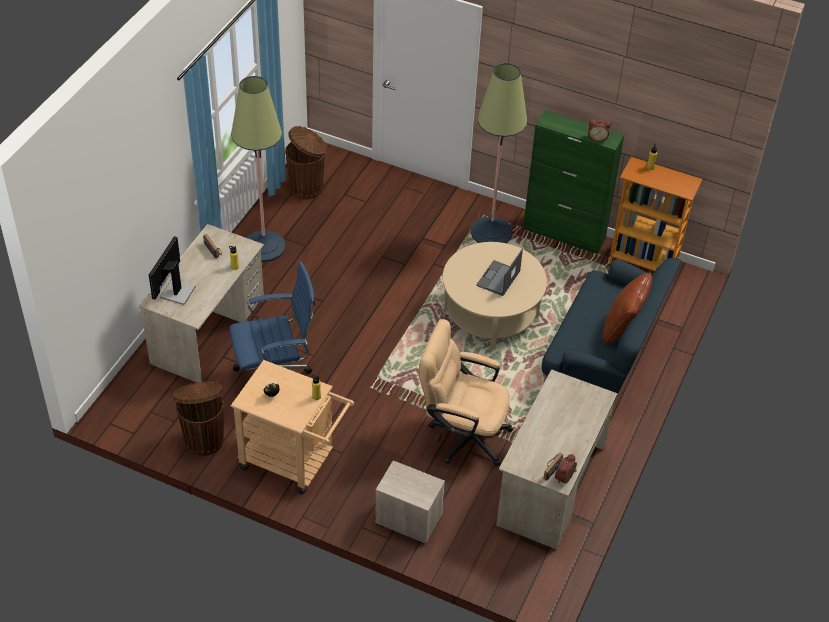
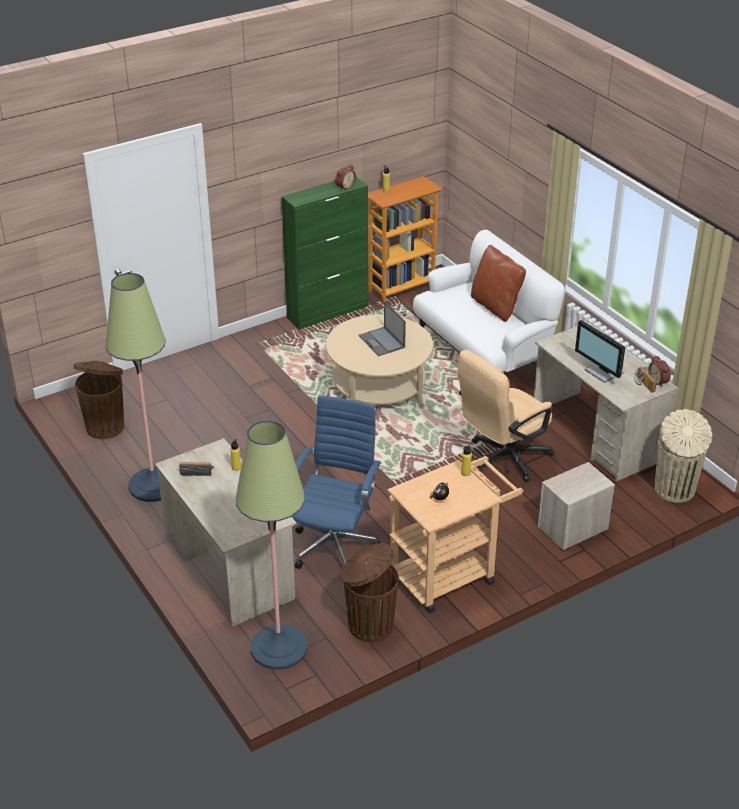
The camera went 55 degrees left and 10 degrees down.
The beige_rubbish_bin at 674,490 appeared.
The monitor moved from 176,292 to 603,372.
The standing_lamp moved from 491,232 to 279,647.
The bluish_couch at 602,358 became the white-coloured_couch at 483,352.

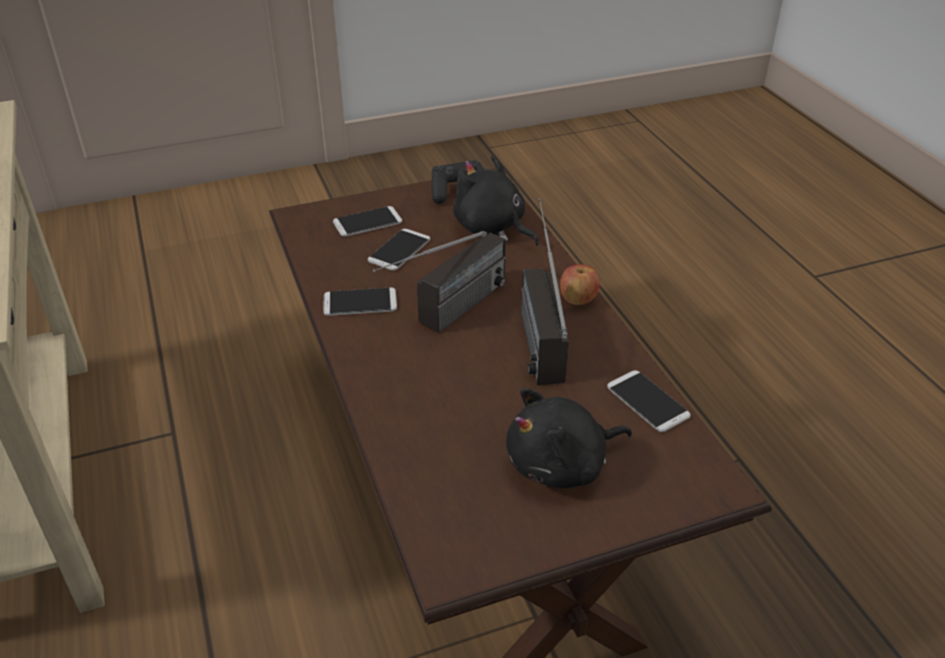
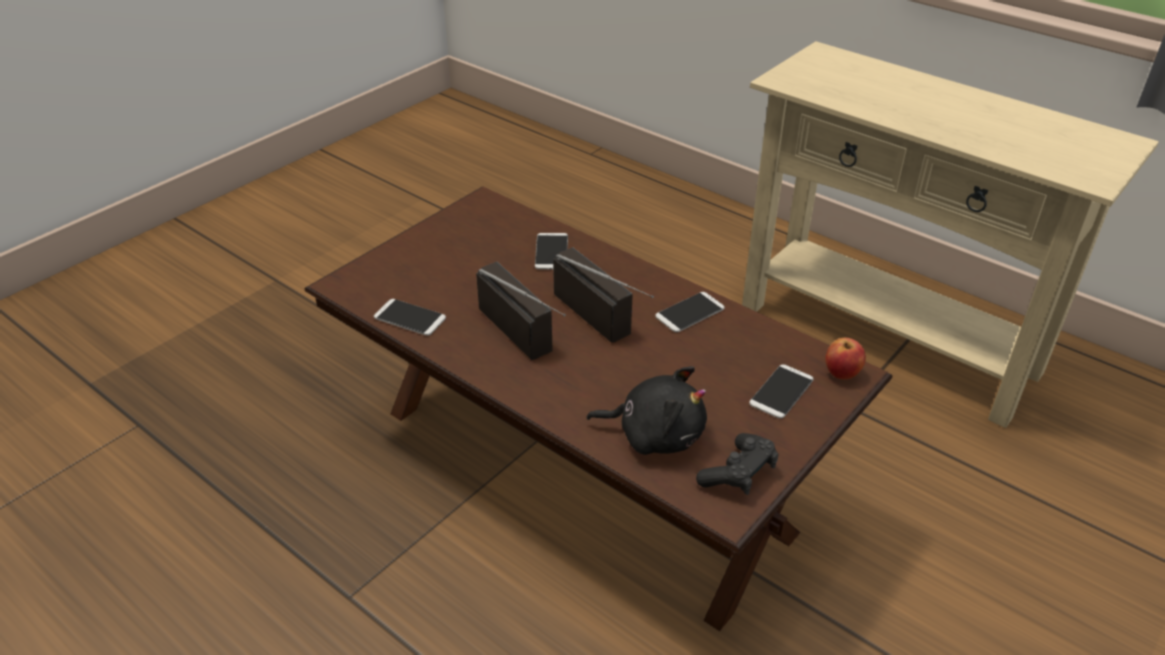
The camera went 150 degrees right and 0 degrees up.
The blackish_plush_toy at 561,465 disappeared.
The telephone moved from 399,250 to 551,252.
The whole_apple moved from 578,300 to 842,373.
The radio_set at 446,317 turned 135 degrees clockwise.

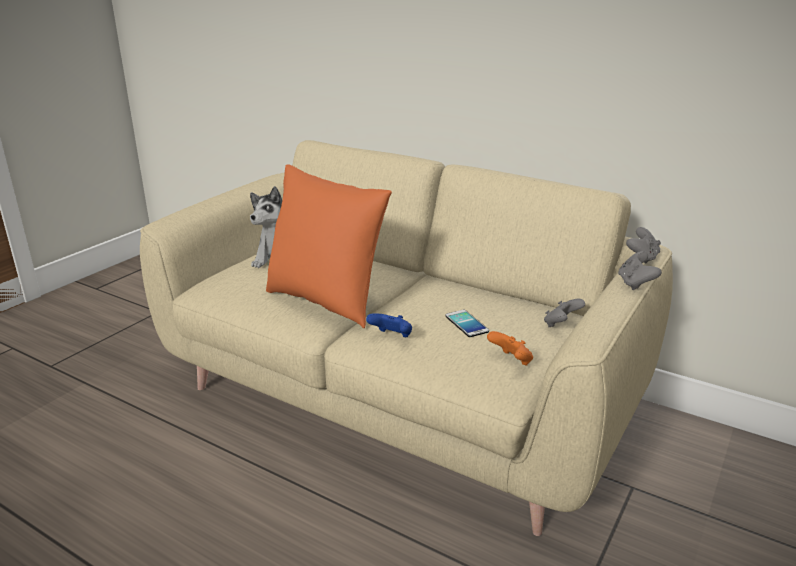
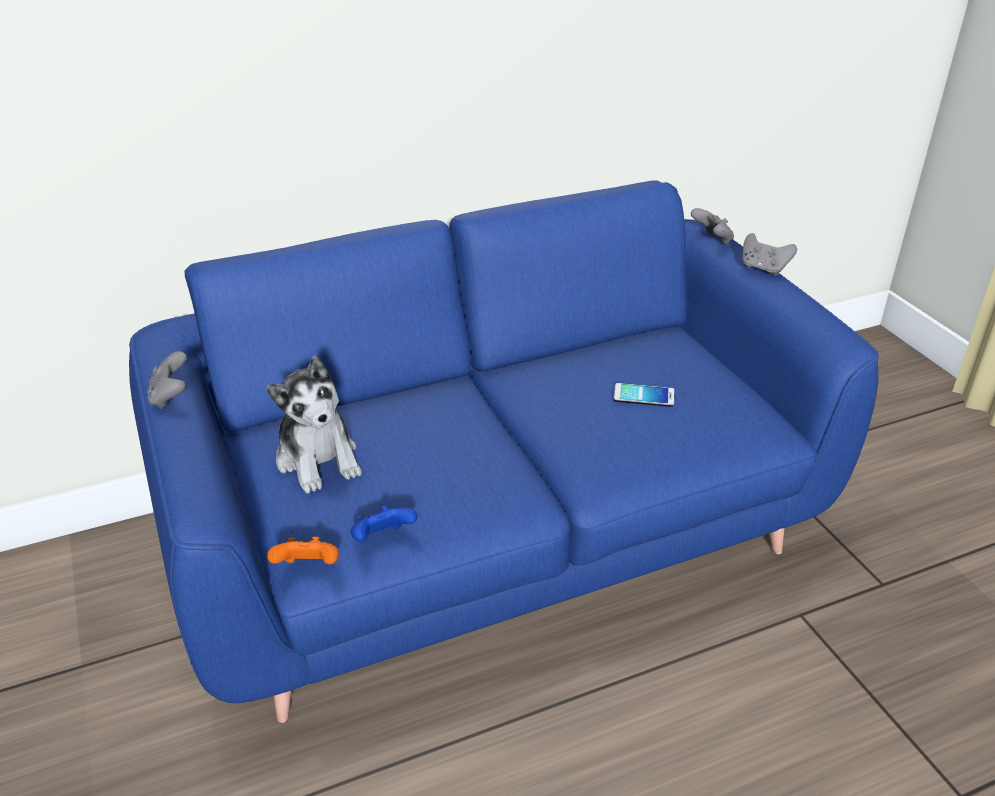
The camera went 55 degrees left and 10 degrees up.
The orange-coloured_throw_pillow at 326,301 disappeared.
The bluish_game_controller moved from 391,337 to 382,539.
The orange-coloured_game_controller moved from 511,361 to 308,568.
The greyish_game_controller moved from 561,324 to 171,397.
The beige_couch at 398,399 became the bluish_couch at 497,539.

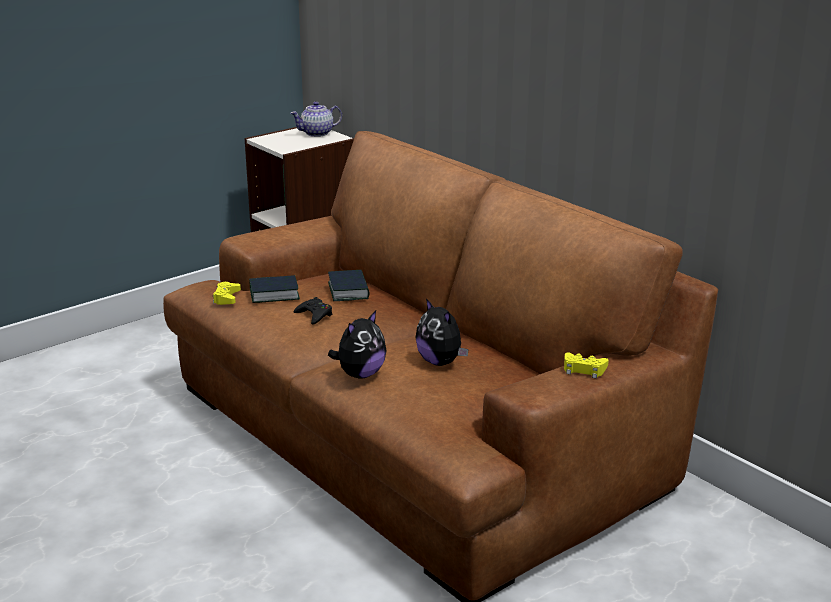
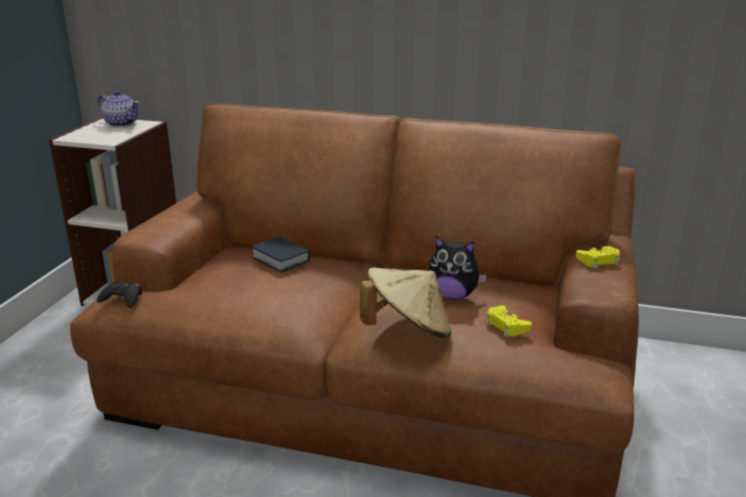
The camera went 35 degrees left and 0 degrees up.
The volume at 274,294 disappeared.
The yellow_game_controller moved from 226,298 to 506,326.
The blackish_game_controller moved from 314,315 to 122,298.
The plush_toy at 360,374 was replaced by the beige_hat at 408,330.
The tea_pot at 317,133 turned 90 degrees counterclockwise.

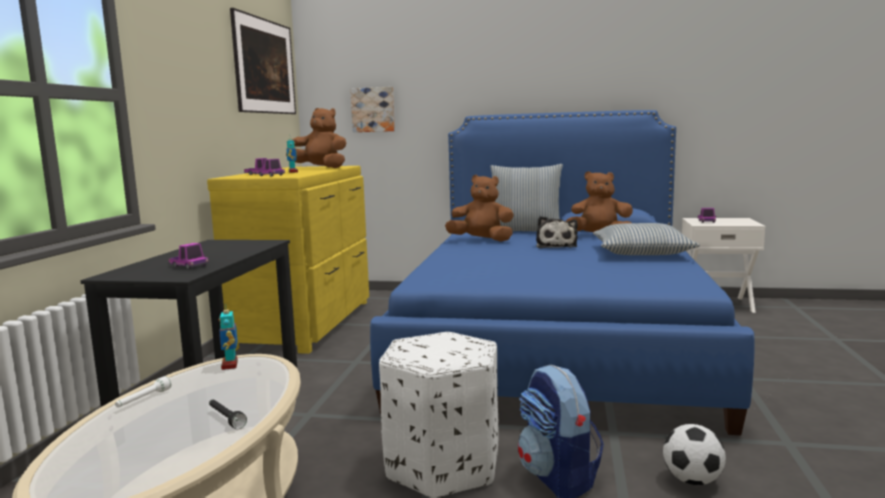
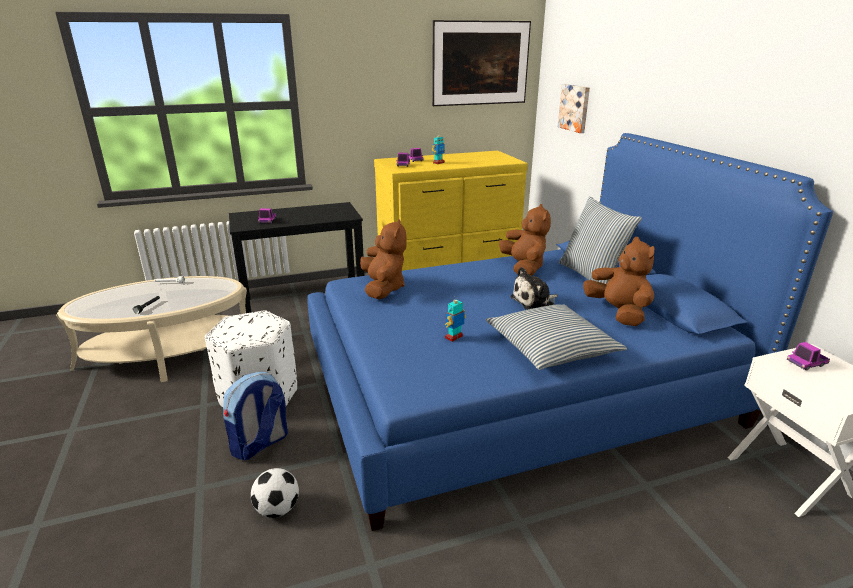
The camera went 60 degrees right and 15 degrees up.
The toy_robot moved from 230,365 to 454,337.
The brown_plush_toy moved from 320,168 to 383,288.

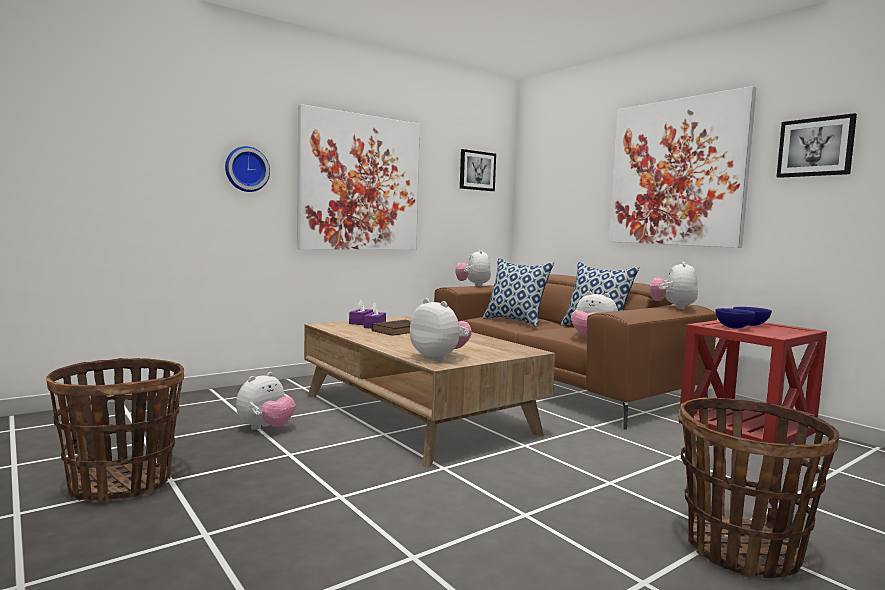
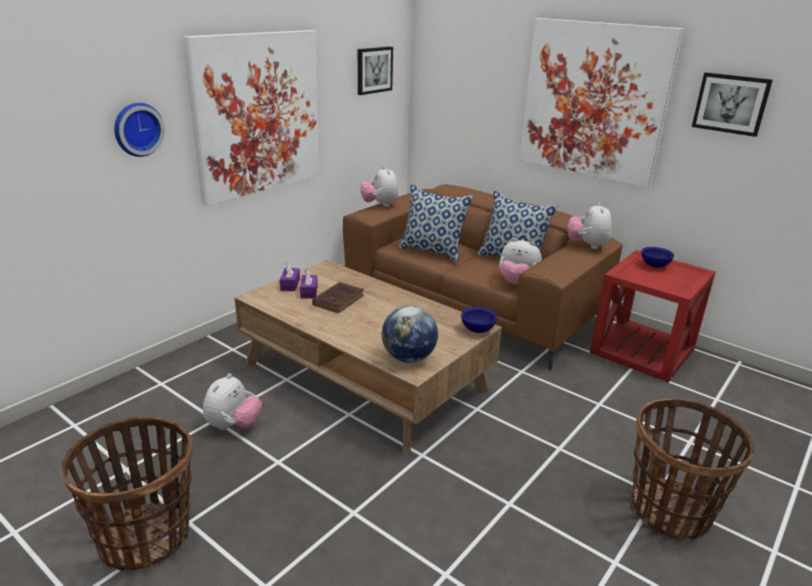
The camera went 15 degrees left and 20 degrees up.
The bluish_bowl moved from 733,327 to 477,330.
The plush_toy at 439,358 was replaced by the globe at 408,358.

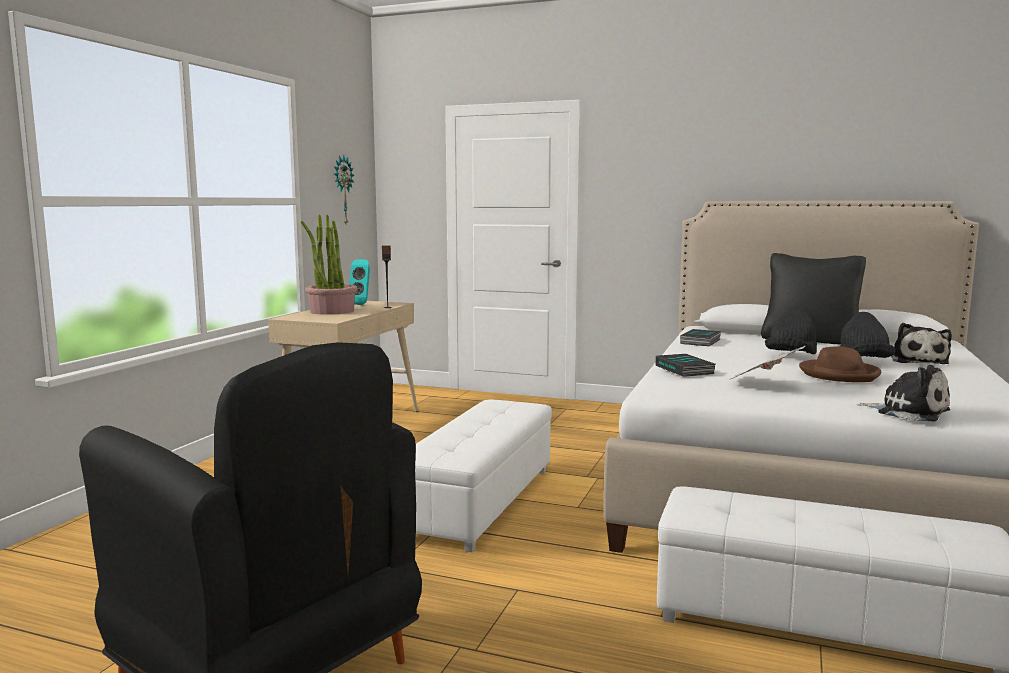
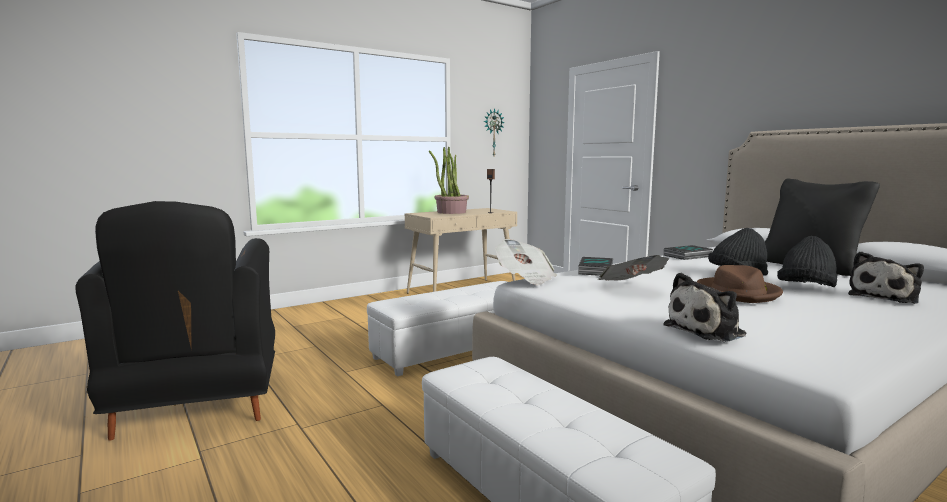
The camera went 35 degrees right and 0 degrees up.
The blue-green_loudspeaker at 362,304 disappeared.
The newspaper at 525,278 appeared.
The plush_toy at 908,412 turned 75 degrees clockwise.

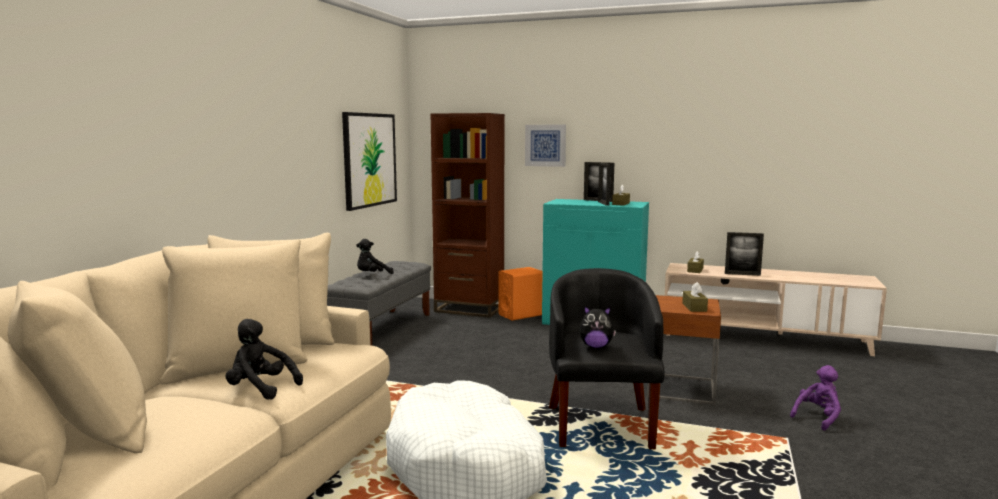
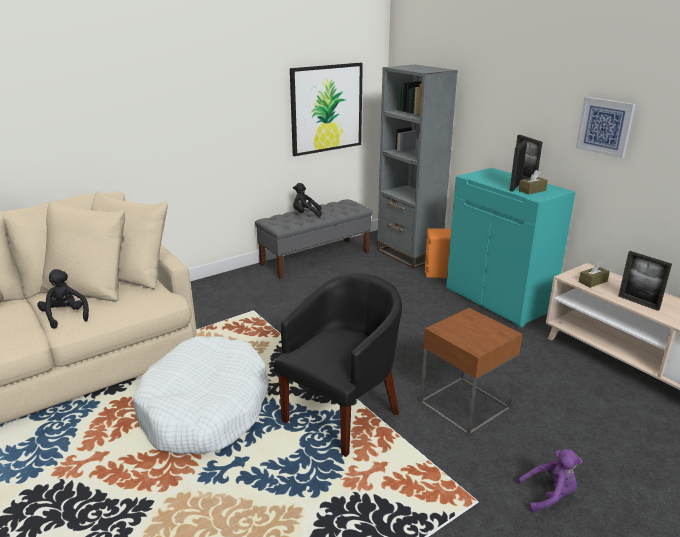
The camera went 35 degrees right and 15 degrees up.
The plush_toy at 596,346 disappeared.
The brown_tissue_holder at 694,307 disappeared.
The wall_picture moved from 545,145 to 605,126.
The brown_bookcase at 469,309 became the greyish_bookcase at 408,254.

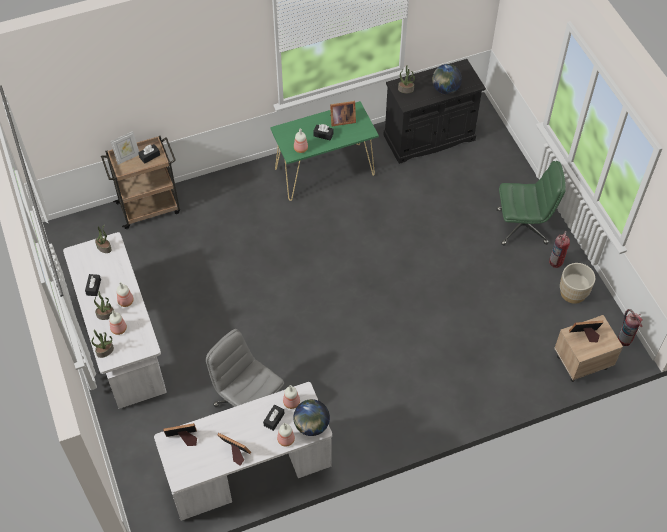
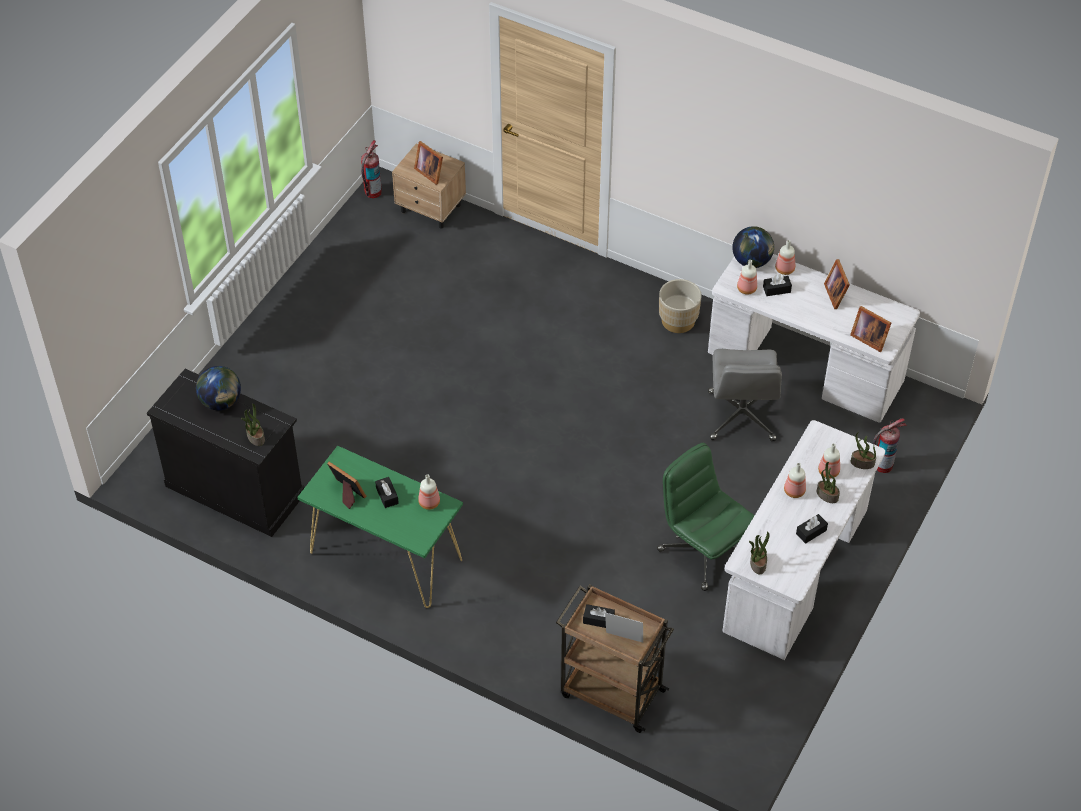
The camera went 130 degrees left and 5 degrees down.
The green-coloured_computer_chair moved from 522,226 to 703,551.
The fire-fighting_cylinder moved from 556,262 to 882,465.
The beige_plant_pot moved from 573,293 to 678,321.

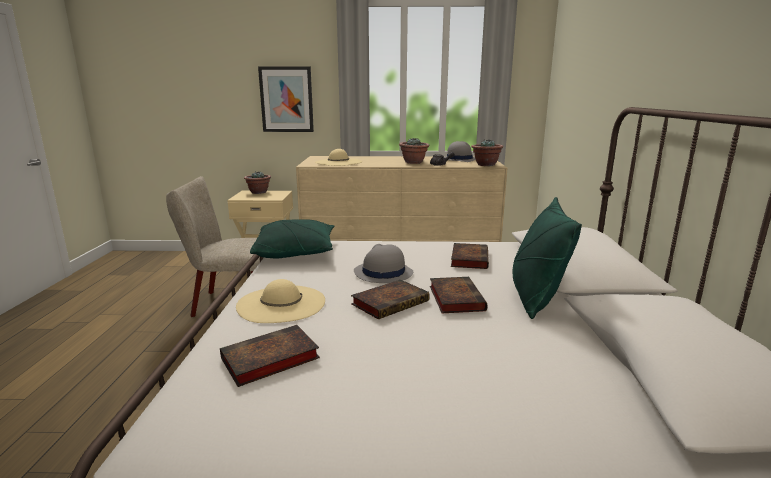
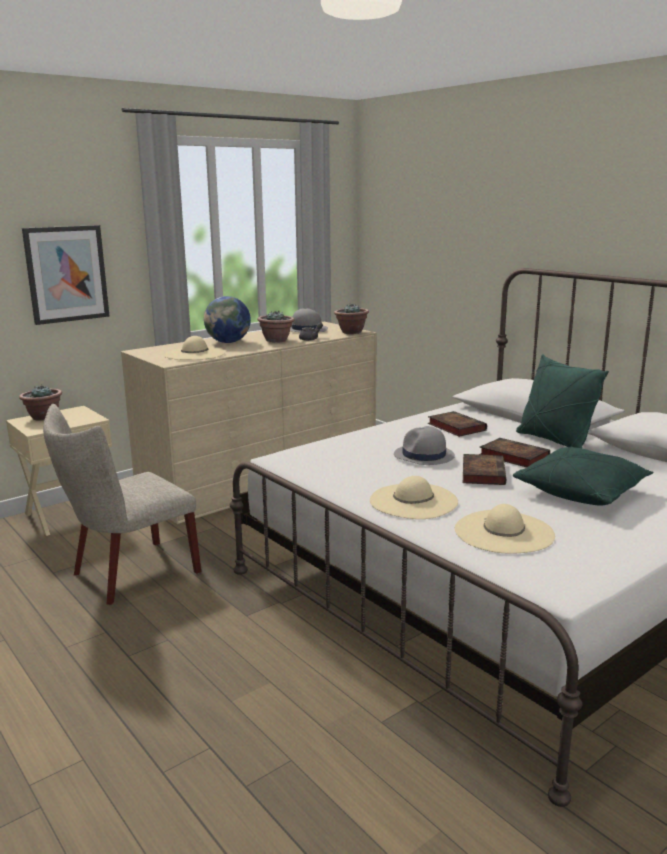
The camera went 40 degrees left and 0 degrees up.
The globe at 228,342 appeared.
The green-coloured_throw_pillow moved from 296,252 to 581,492.
The volume at 268,360 was replaced by the beige_hat at 504,532.

